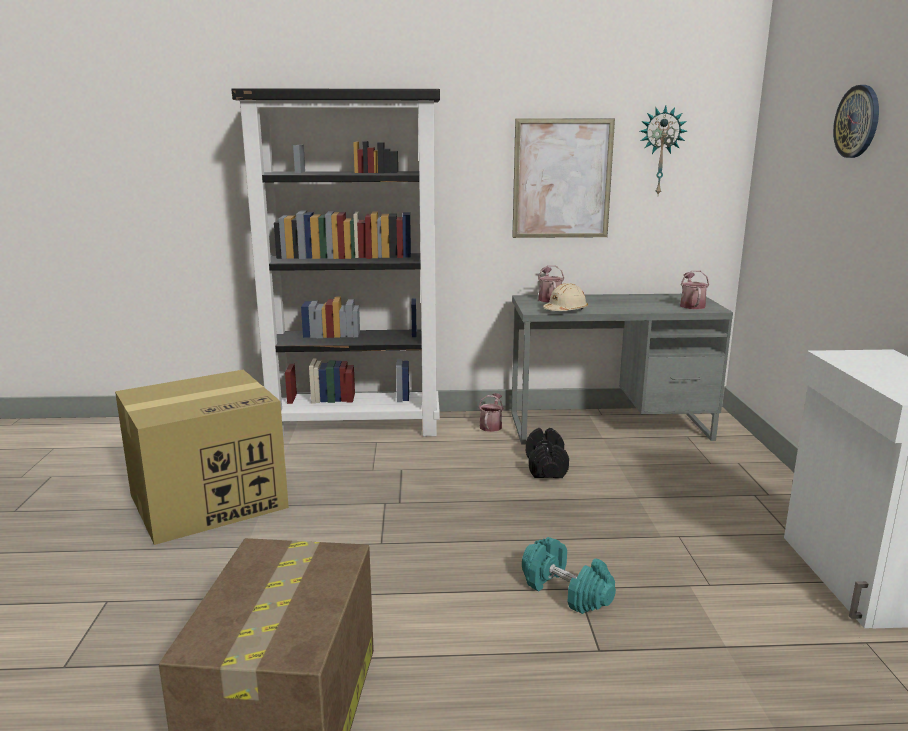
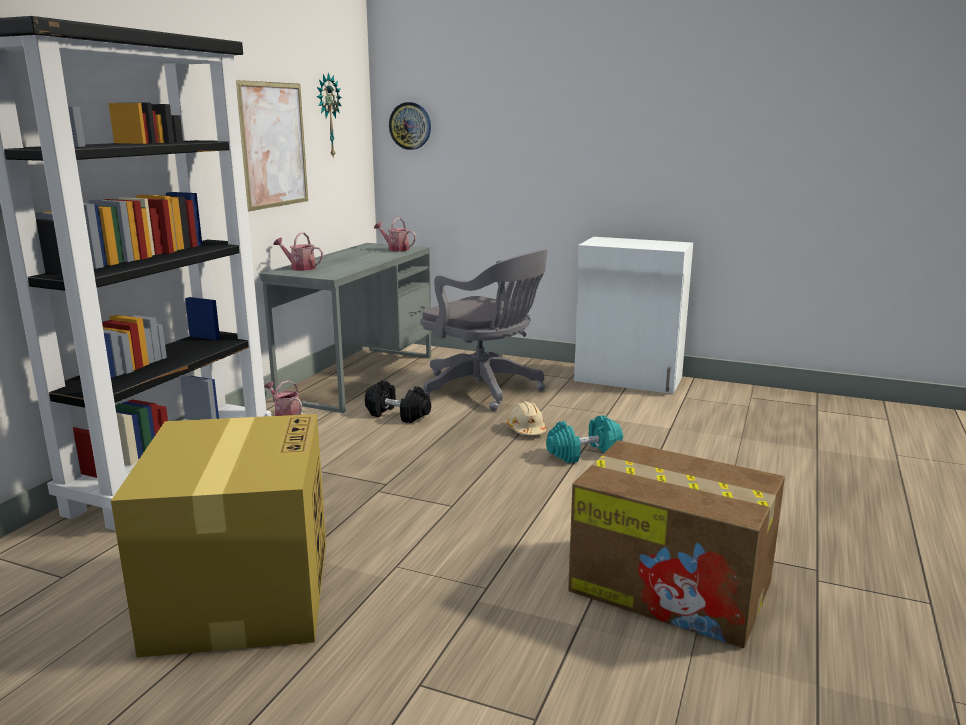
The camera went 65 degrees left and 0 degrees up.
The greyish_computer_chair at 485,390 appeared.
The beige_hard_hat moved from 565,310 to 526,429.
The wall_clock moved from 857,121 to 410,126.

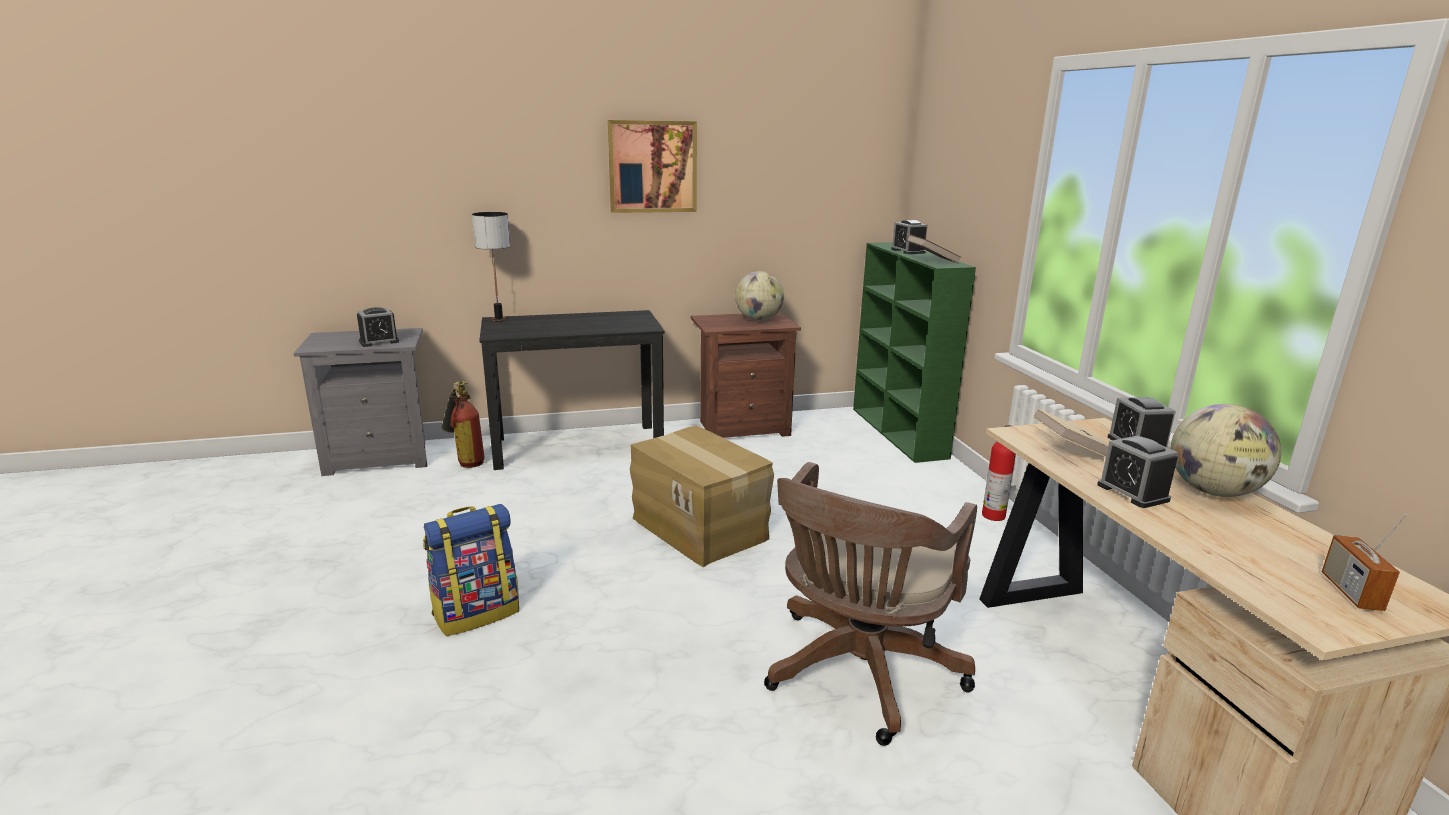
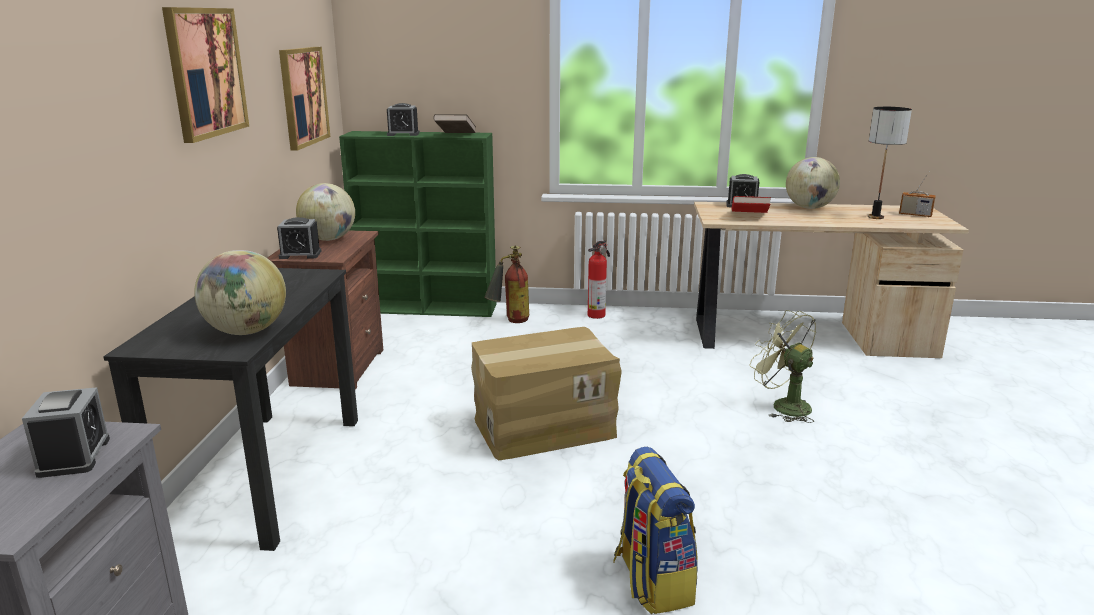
The camera went 70 degrees left and 0 degrees up.
The globe at 246,331 appeared.
The wall_picture at 303,96 appeared.
The fire-fighting_cylinder moved from 465,461 to 509,321.
The tabletop_lamp moved from 498,320 to 876,217.
The alarm_clock moved from 1132,492 to 300,254.
The brown_computer_chair at 858,675 was replaced by the green-coloured_electric_fan at 783,405.
The beige_volume at 1072,451 became the red_volume at 749,216.

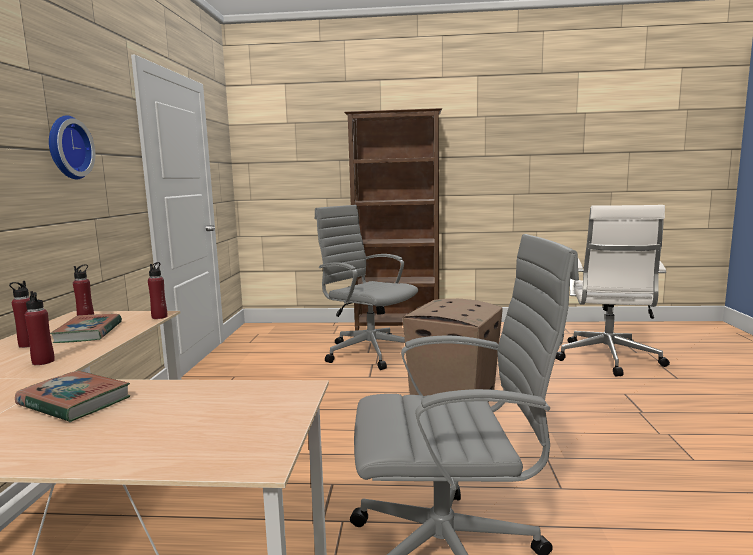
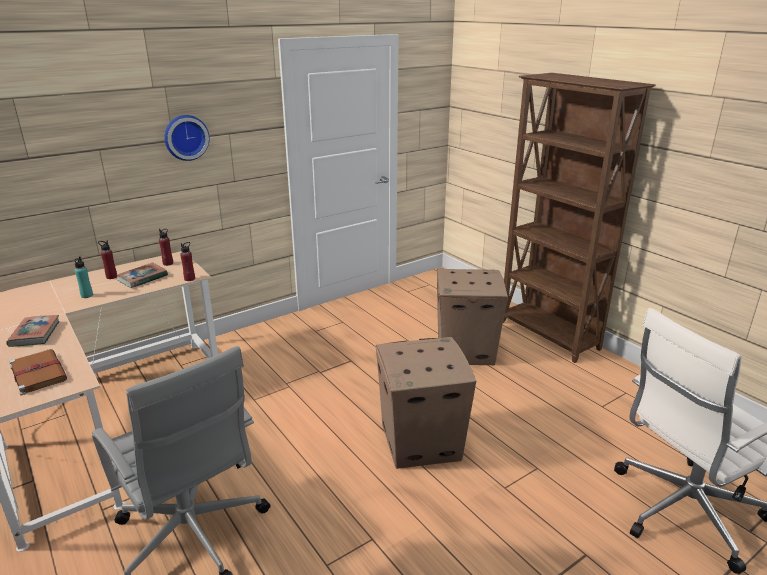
The camera went 50 degrees right and 15 degrees up.
The brown_volume at 38,373 appeared.
The greyish_computer_chair at 369,352 was replaced by the carton at 466,350.
The red_beverage_bottle at 43,362 became the blue-green_beverage_bottle at 87,295.

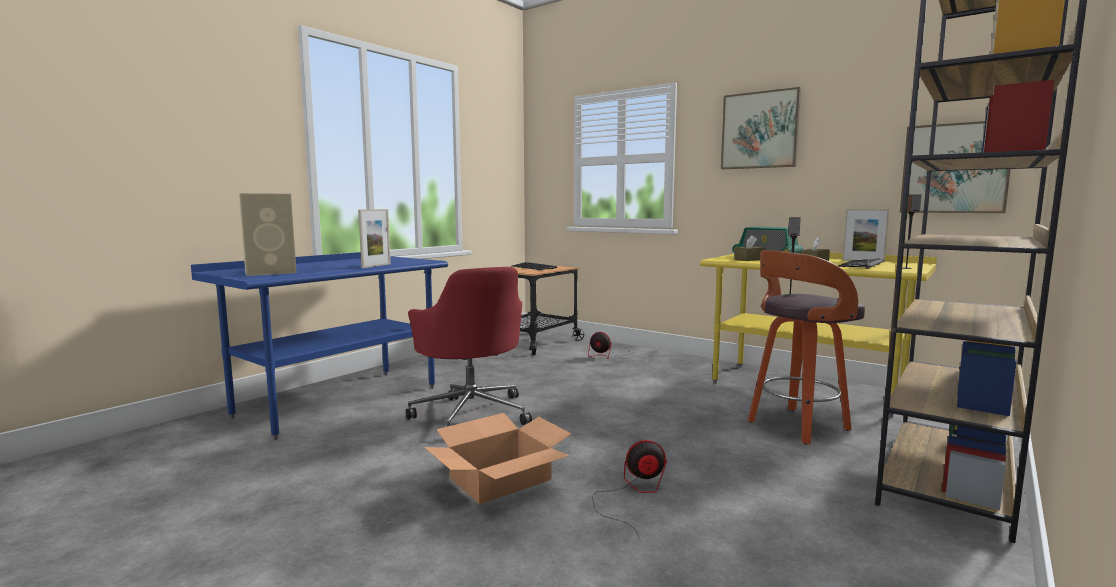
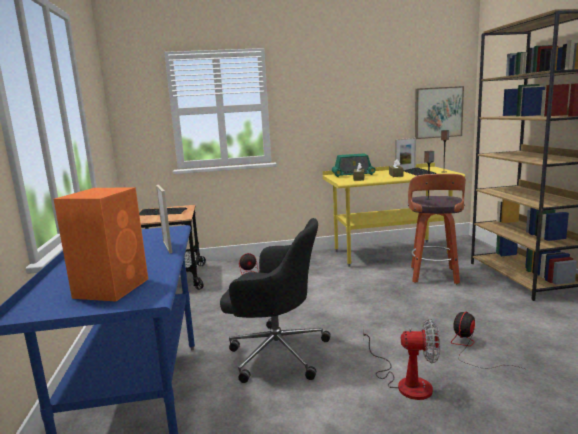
The camera went 45 degrees left and 5 degrees up.
The wall_picture at 760,130 disappeared.
The carton at 500,479 was replaced by the electric_fan at 405,382.
The beige_loudspeaker at 272,272 became the orange-coloured_loudspeaker at 113,287.
The red_computer_chair at 471,413 became the blackish_computer_chair at 276,352.

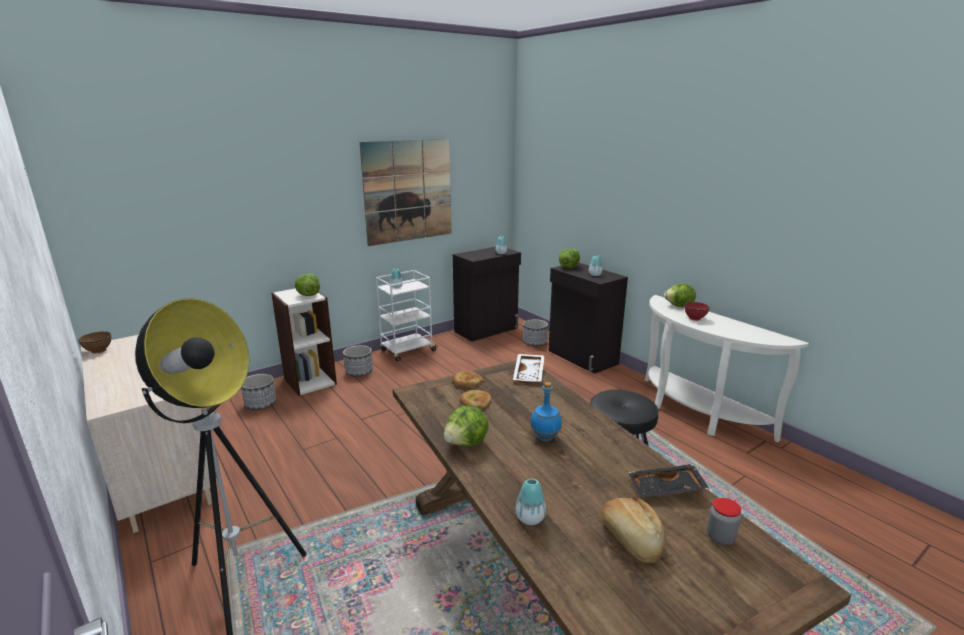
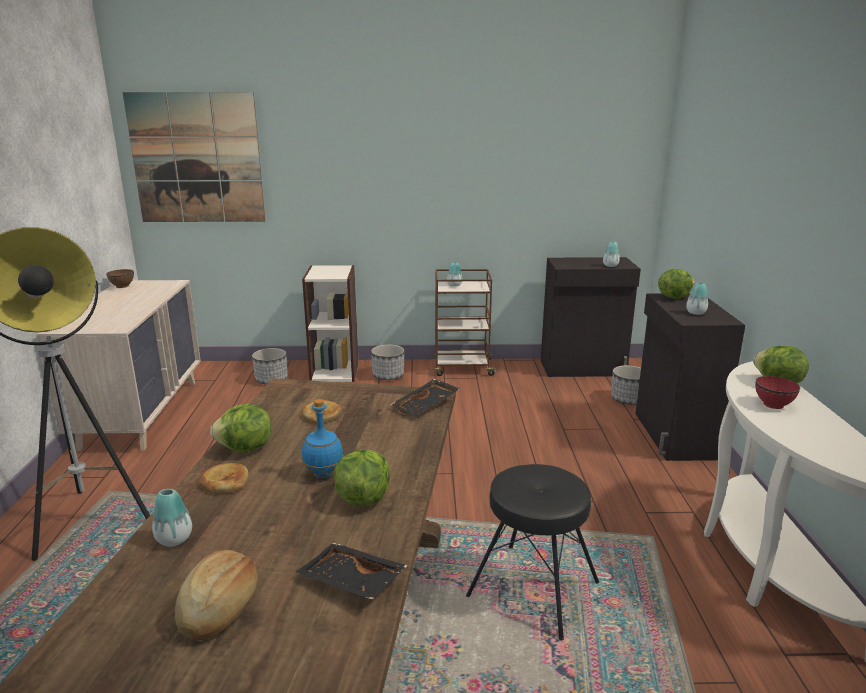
The camera went 35 degrees right and 0 degrees up.
The jar at 720,537 disappeared.
The lettuce_head moved from 308,295 to 363,498.
The wall_picture moved from 408,191 to 197,158.
The baked_bread moved from 466,382 to 225,482.
The white-coloured_trolley at 407,351 became the brown_trolley at 462,368.
The white-coloured_serving_tray at 530,373 became the blackish_serving_tray at 426,405.

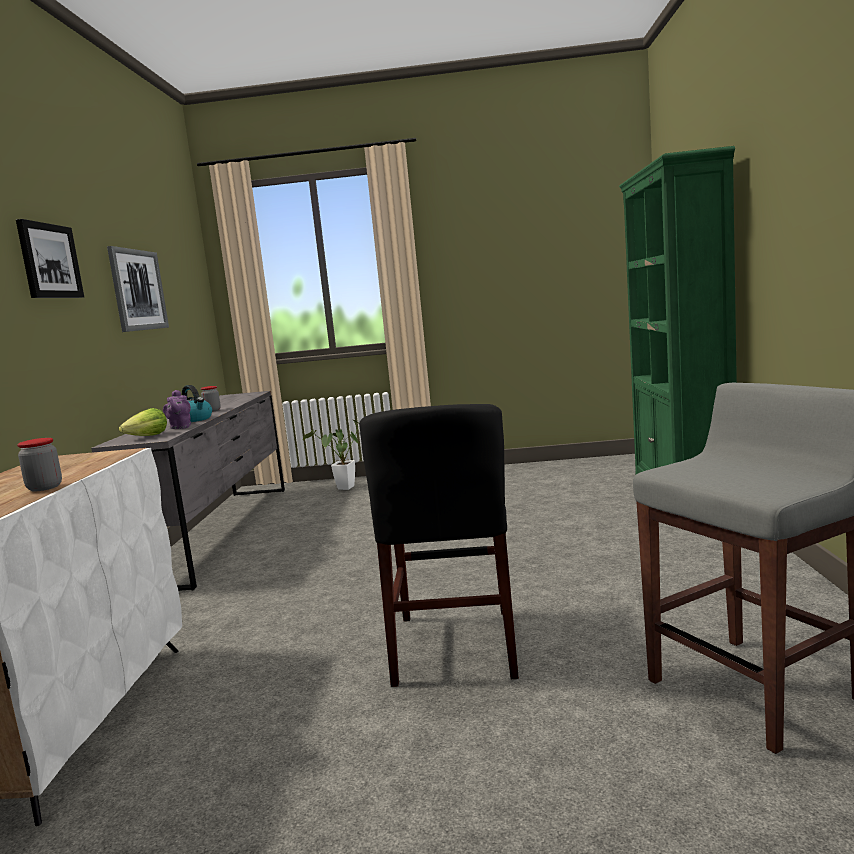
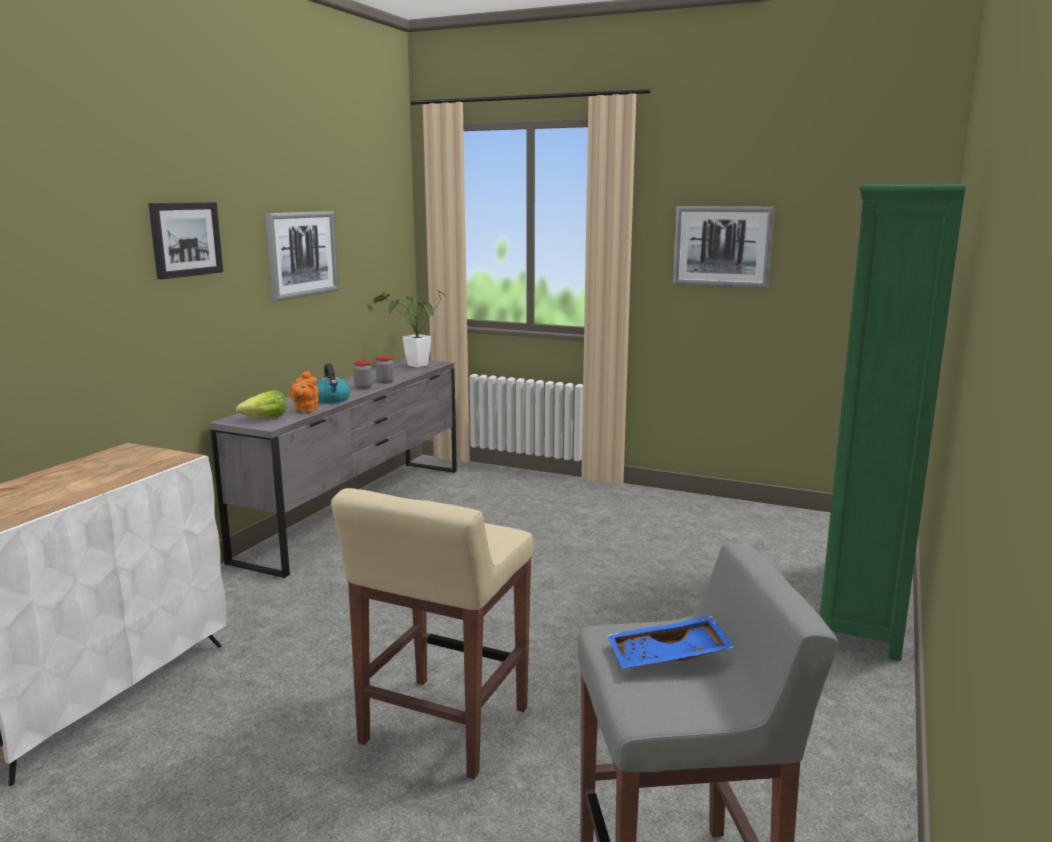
The camera went 20 degrees right and 5 degrees up.
The bluish_serving_tray at 668,657 appeared.
The wall_picture at 722,246 appeared.
The jar moved from 44,487 to 385,382.
The houseplant moved from 343,489 to 414,366.
The blackish_upright_chair at 454,645 was replaced by the beige_stool at 443,727.
The purple_tea_pot at 180,427 became the orange-coloured_tea_pot at 305,410.

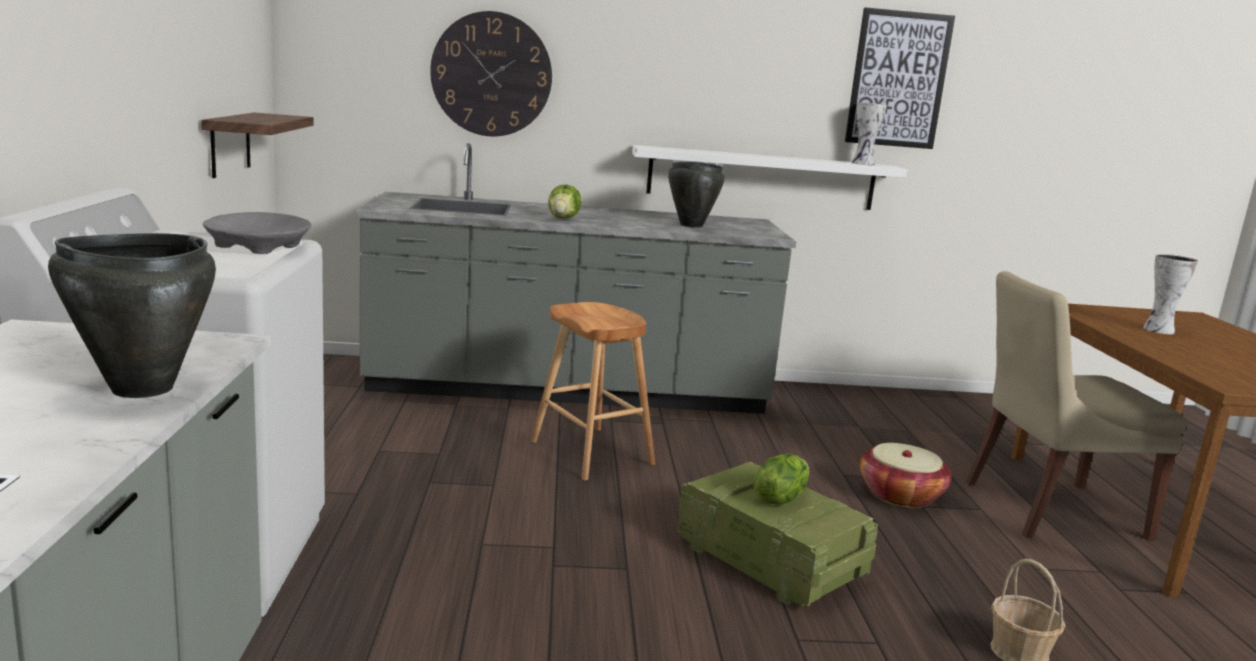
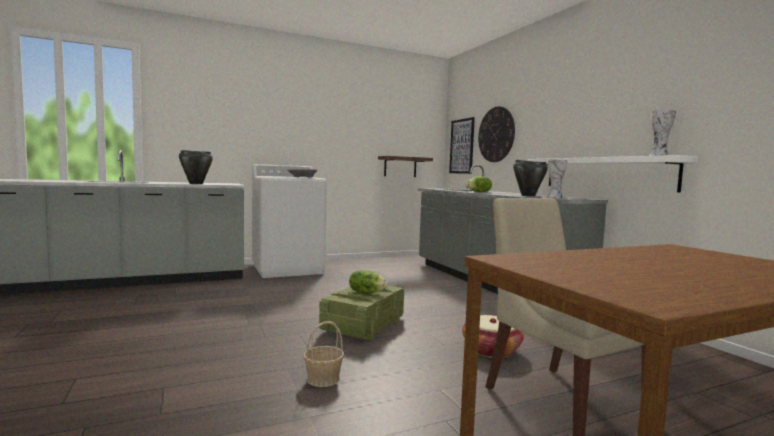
The camera went 70 degrees right and 10 degrees down.
The brown_stool at 591,453 disappeared.
The wall_picture moved from 898,79 to 462,146.
The flower_vase moved from 1157,329 to 554,197.

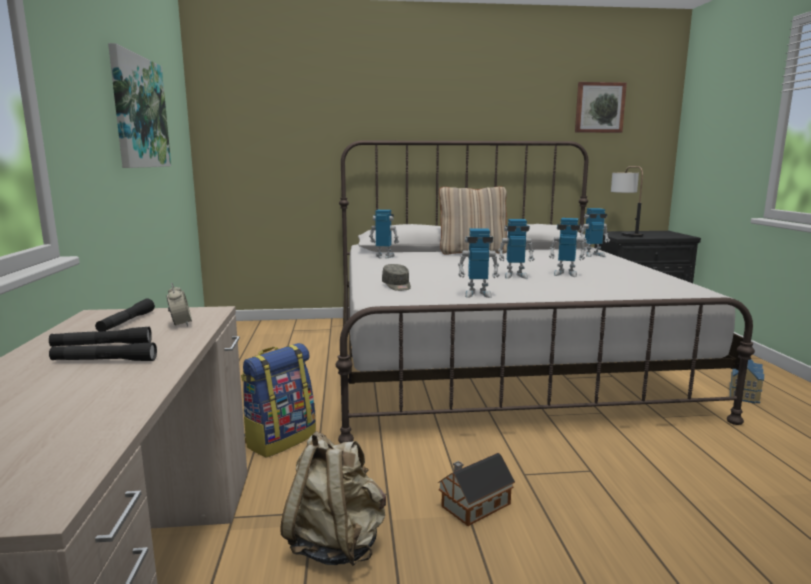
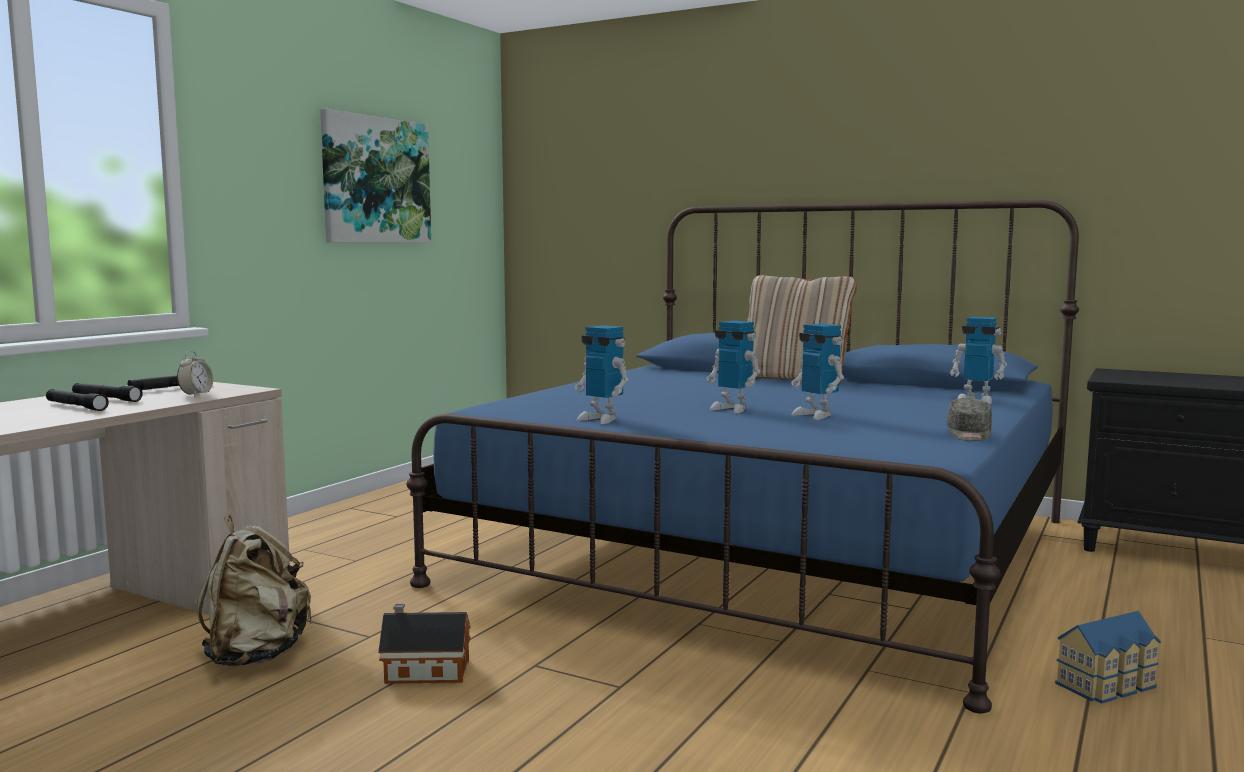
The camera went 35 degrees right and 5 degrees down.
The backpack at 280,439 disappeared.
The toy_robot at 384,257 disappeared.
The wall_picture at 599,107 disappeared.
The tabletop_lamp at 625,234 disappeared.
The greyish_peaked_cap moved from 397,286 to 969,434.
The white-coloured_sleeping_bed at 493,359 became the bluish_sleeping_bed at 770,550.

